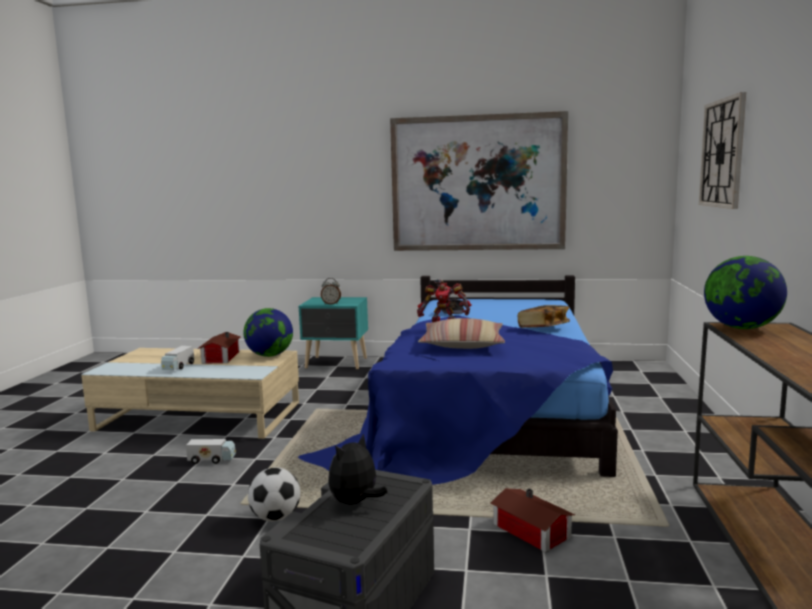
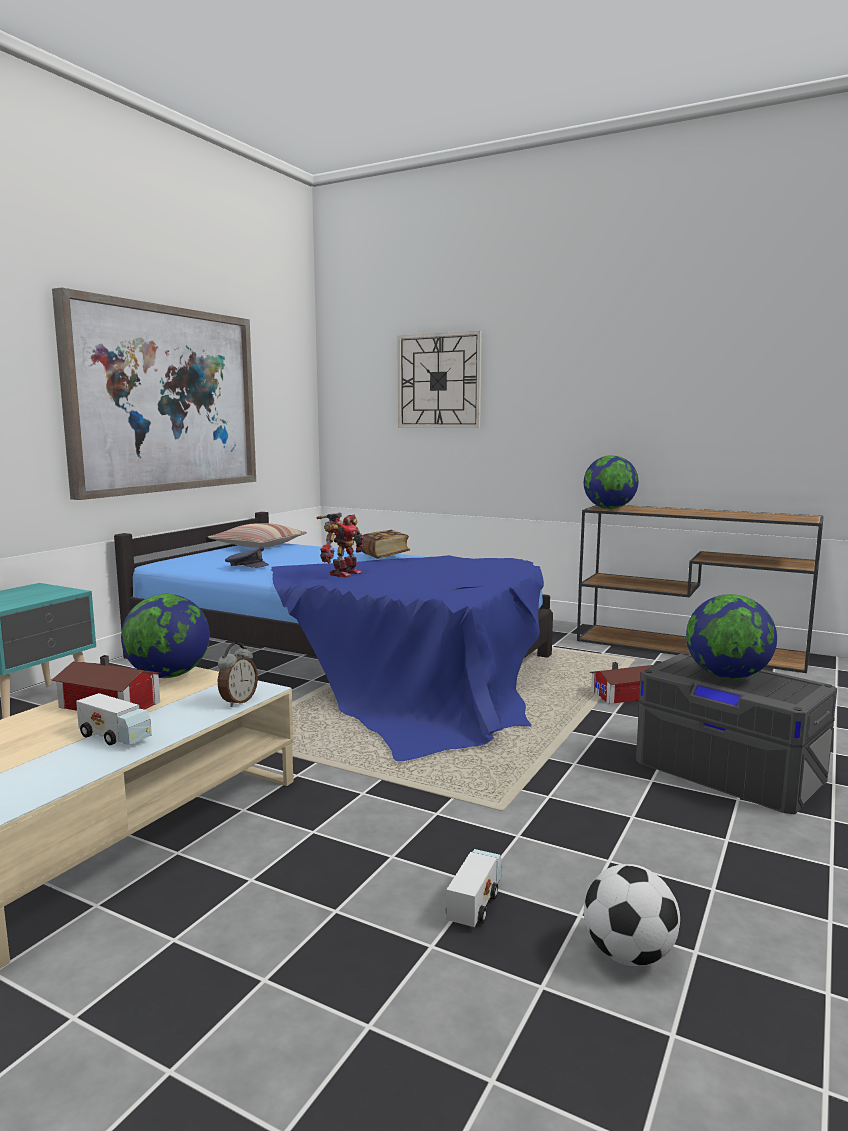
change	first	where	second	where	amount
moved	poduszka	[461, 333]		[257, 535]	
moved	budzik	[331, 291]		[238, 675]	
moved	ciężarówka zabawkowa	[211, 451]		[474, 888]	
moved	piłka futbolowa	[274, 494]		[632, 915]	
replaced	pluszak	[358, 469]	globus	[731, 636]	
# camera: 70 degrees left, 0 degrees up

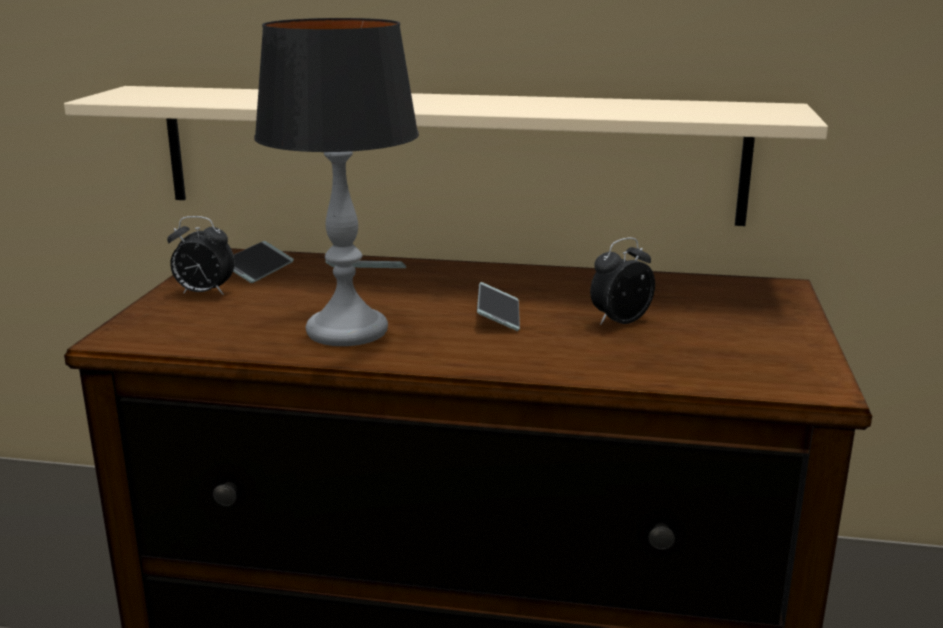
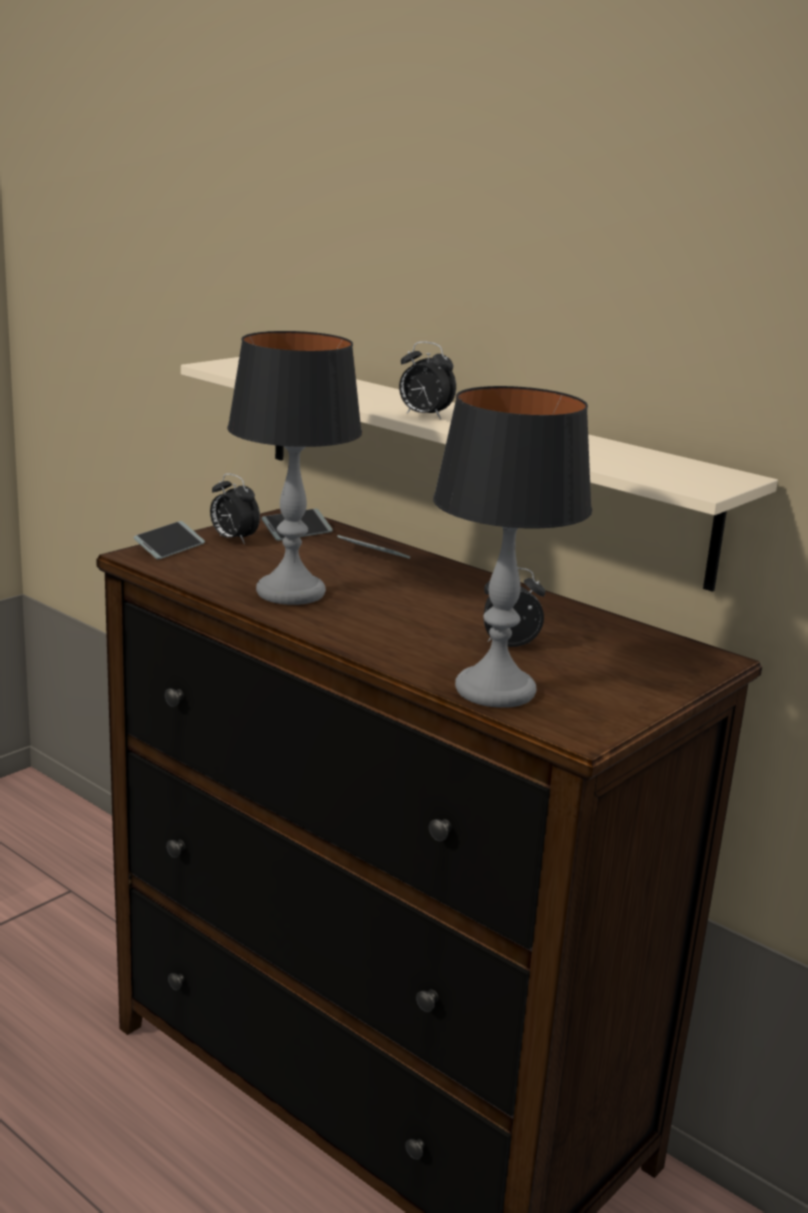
change	first	where	second	where	amount
moved	telefon	[498, 306]		[169, 540]	
added			budzik	[427, 380]	
added			lampa stołowa	[512, 547]	
# camera: 30 degrees right, 0 degrees up

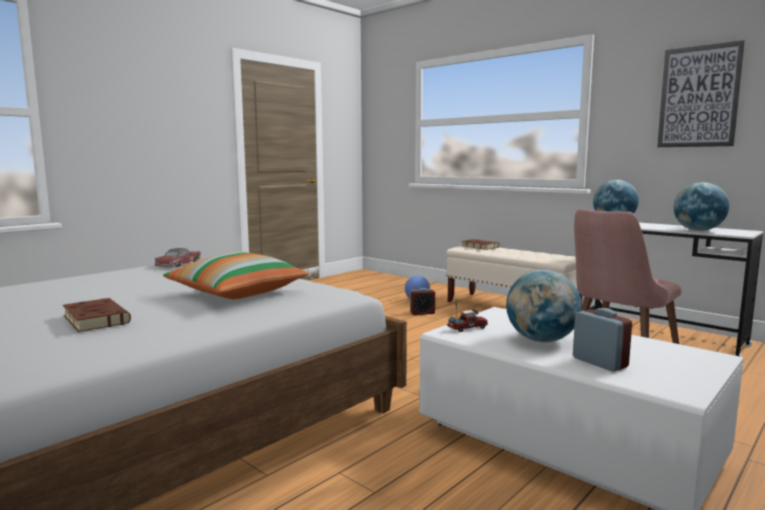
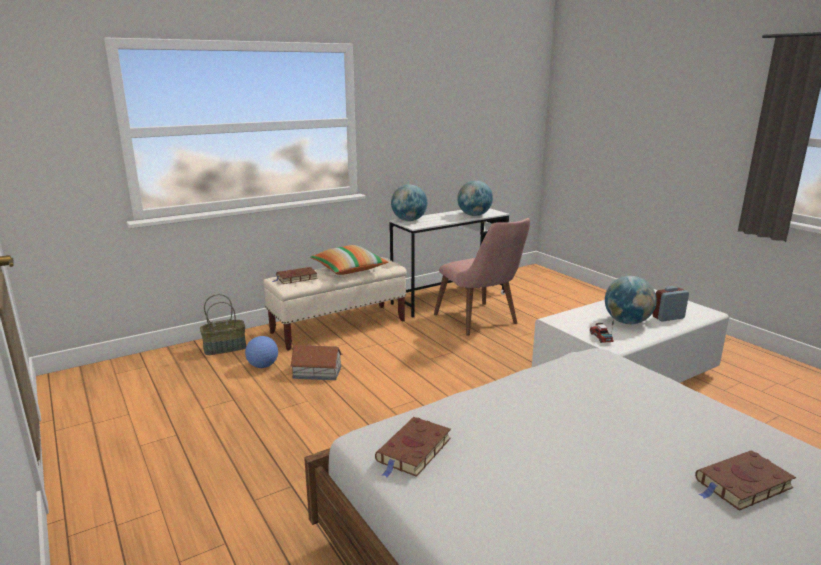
change	first	where	second	where	amount
added			koszyk	[223, 324]	
replaced	budzik	[422, 301]	domek	[316, 362]	
moved	poduszka	[235, 275]		[349, 260]	
replaced	samochodzik	[178, 257]	książka (brązowy)	[413, 447]	
removed	obraz	[701, 93]			
# camera: 75 degrees left, 10 degrees up

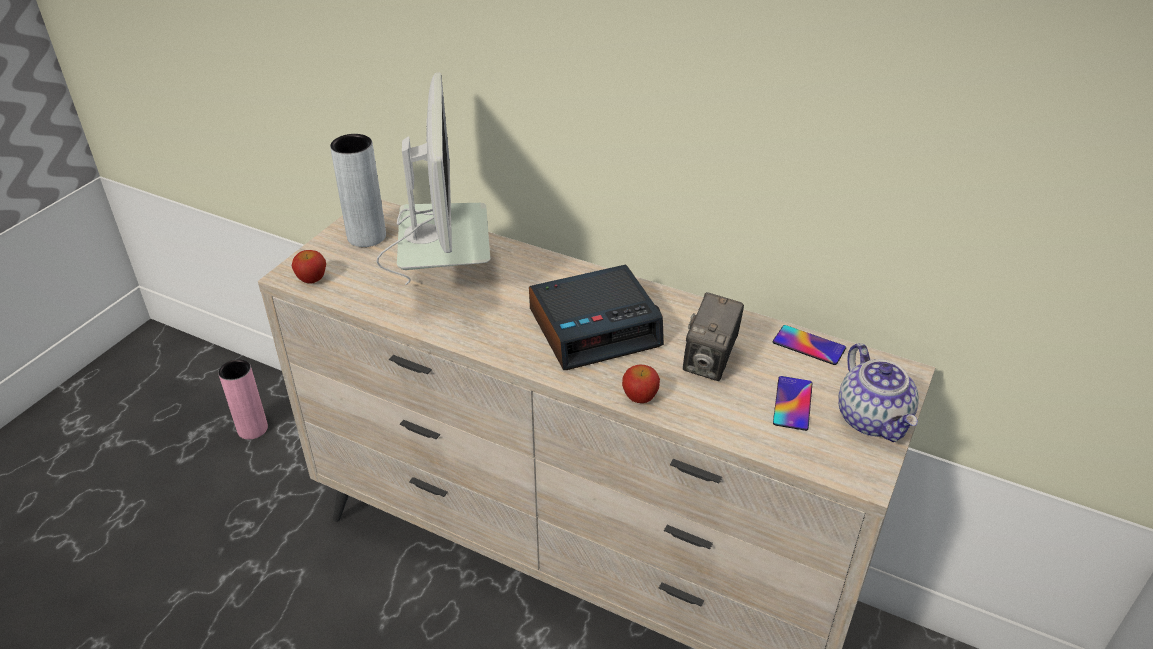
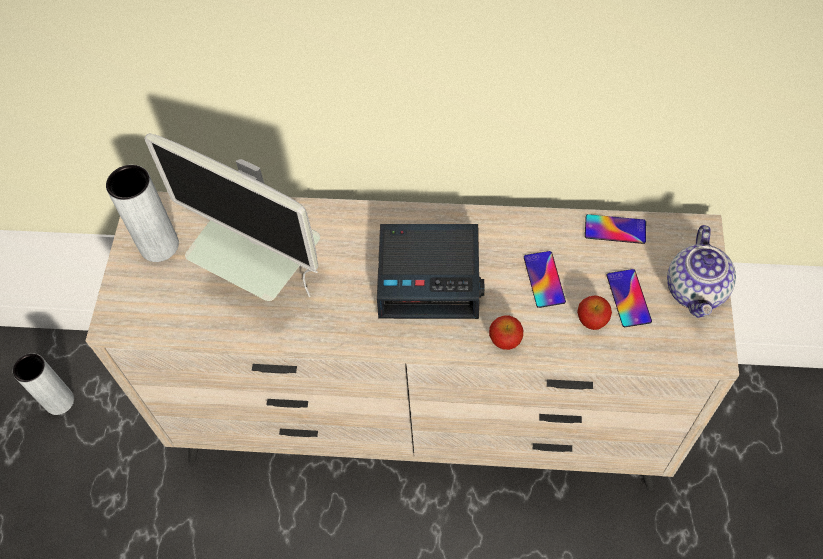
change	first	where	second	where	amount
recoloured	wazon (różowy)	[243, 399]	wazon (szary)	[43, 384]	
turned	monitor	[433, 179]		[232, 217]	150 degrees clockwise
turned	budzik	[596, 317]		[430, 271]	45 degrees clockwise
replaced	aparat fotograficzny	[713, 336]	telefon	[545, 279]	
moved	jabłko	[309, 266]		[594, 312]	
turned	imbryk	[878, 392]		[701, 271]	45 degrees clockwise
# camera: 20 degrees left, 20 degrees up

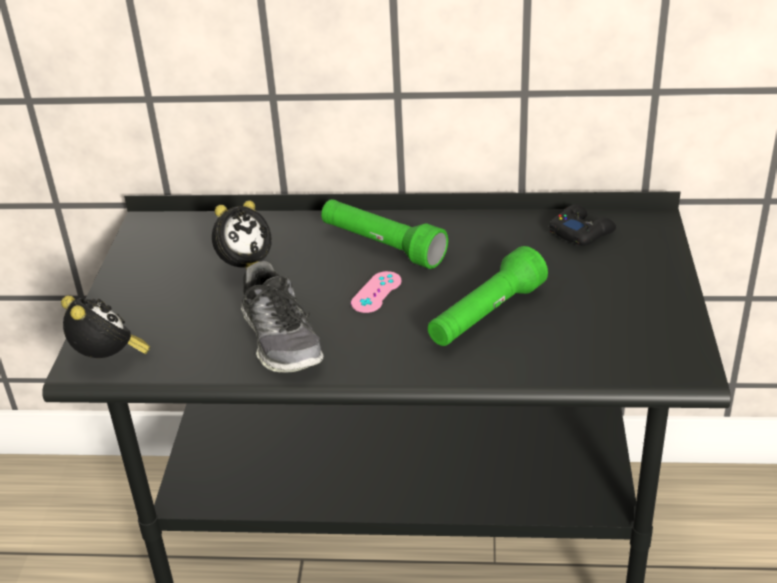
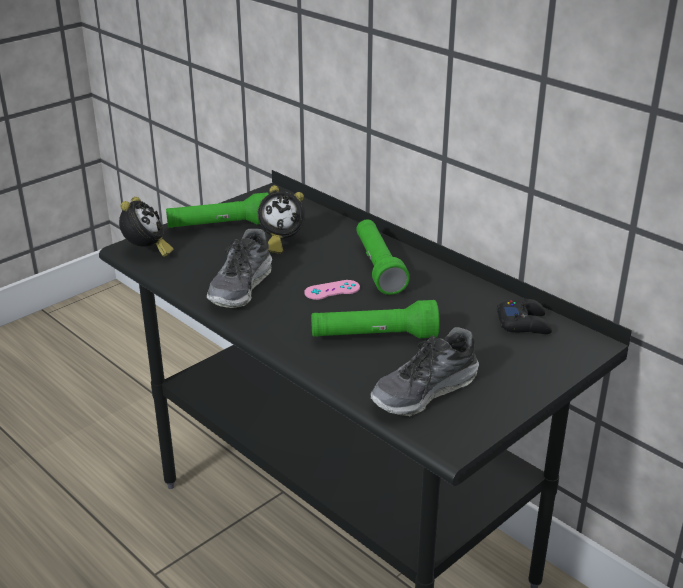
change	first	where	second	where	amount
added			latarka (zielony)	[217, 210]	
added			but	[425, 371]	
# camera: 40 degrees right, 5 degrees down

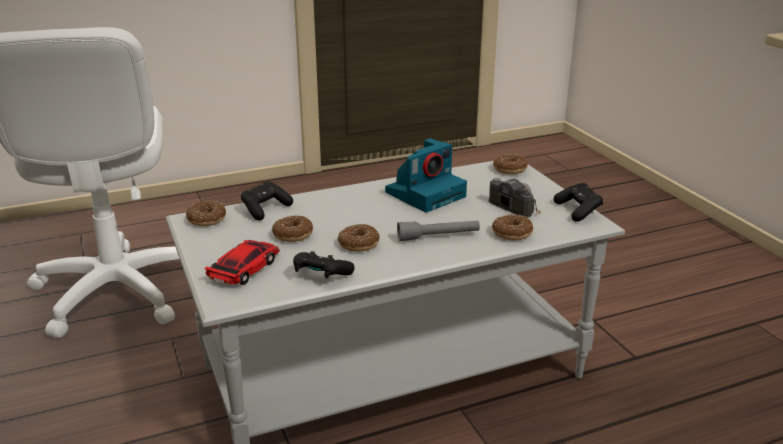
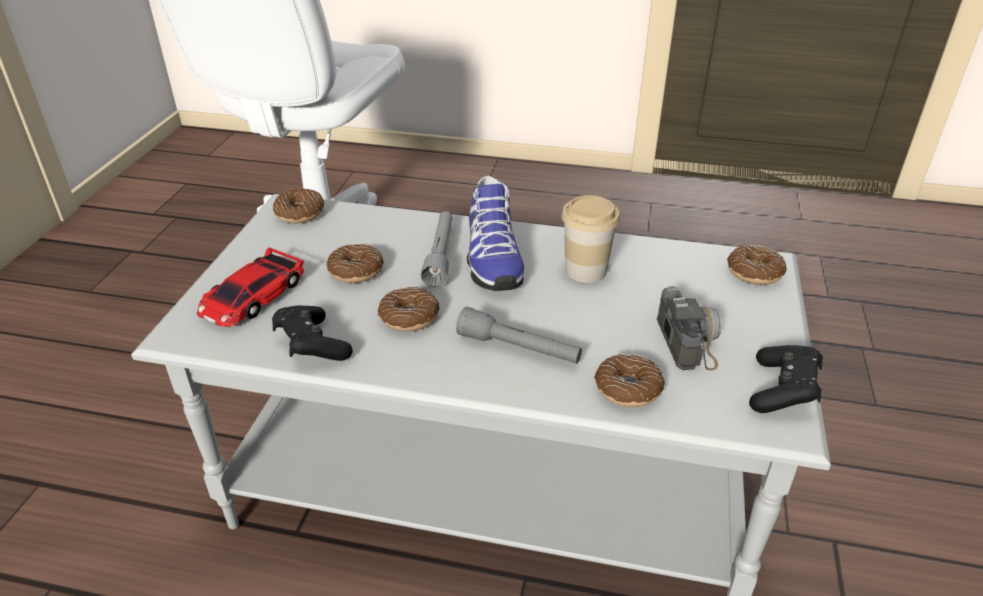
change	first	where	second	where	amount
turned	samochodzik	[242, 262]		[250, 287]	150 degrees clockwise
added			latarka (szary)	[436, 249]	
added			but	[495, 233]	
replaced	aparat fotograficzny	[426, 175]	filiżanka	[591, 239]	
removed	pad do gier (czarny)	[267, 200]			
# camera: 35 degrees right, 10 degrees up

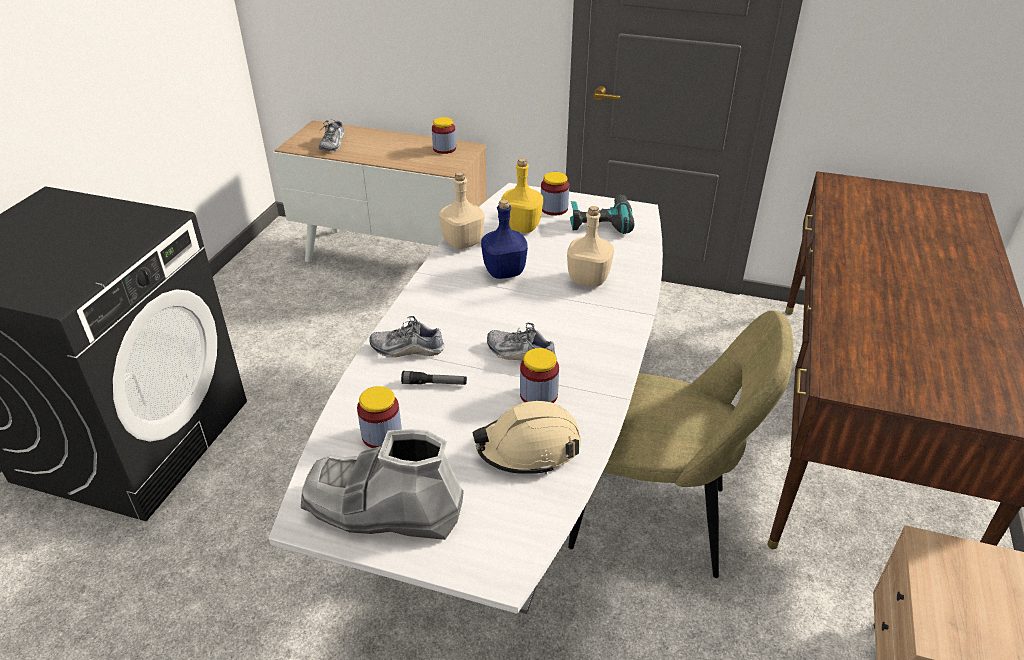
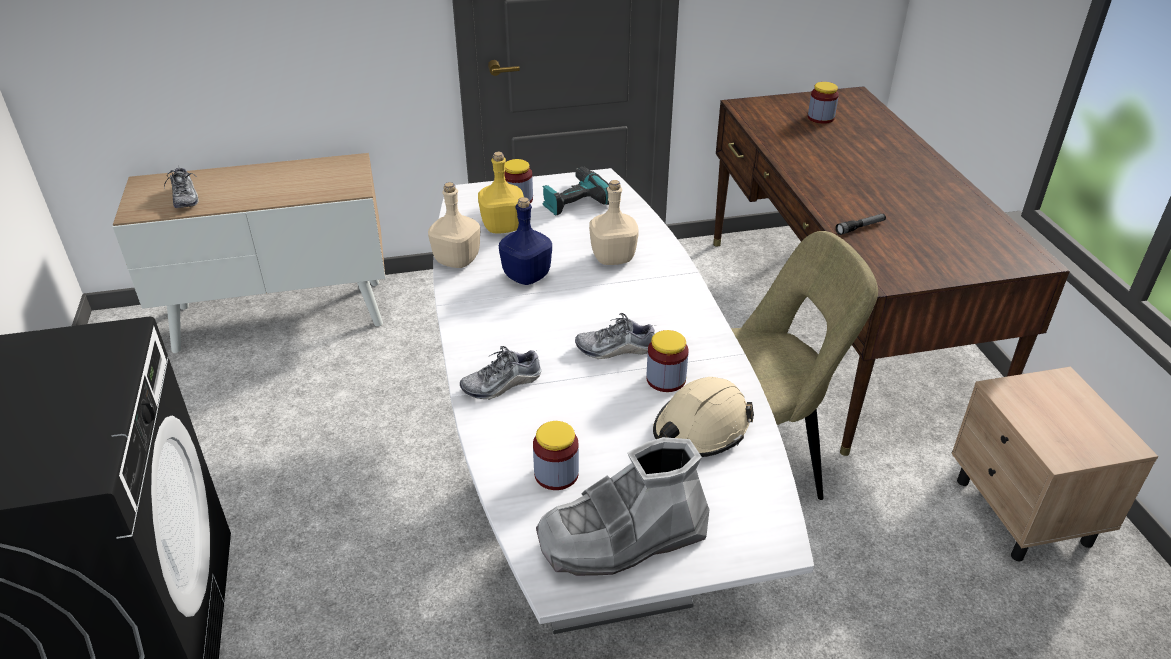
change	first	where	second	where	amount
moved	słoik	[444, 135]		[823, 103]	
moved	latarka	[434, 378]		[861, 224]	
# camera: 30 degrees left, 0 degrees up

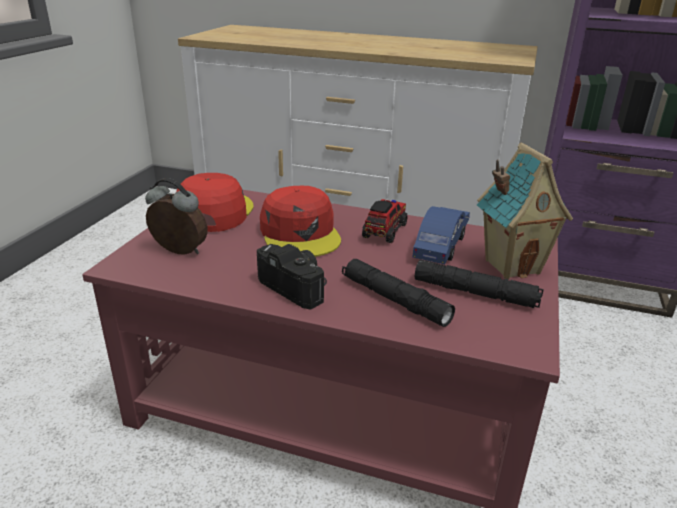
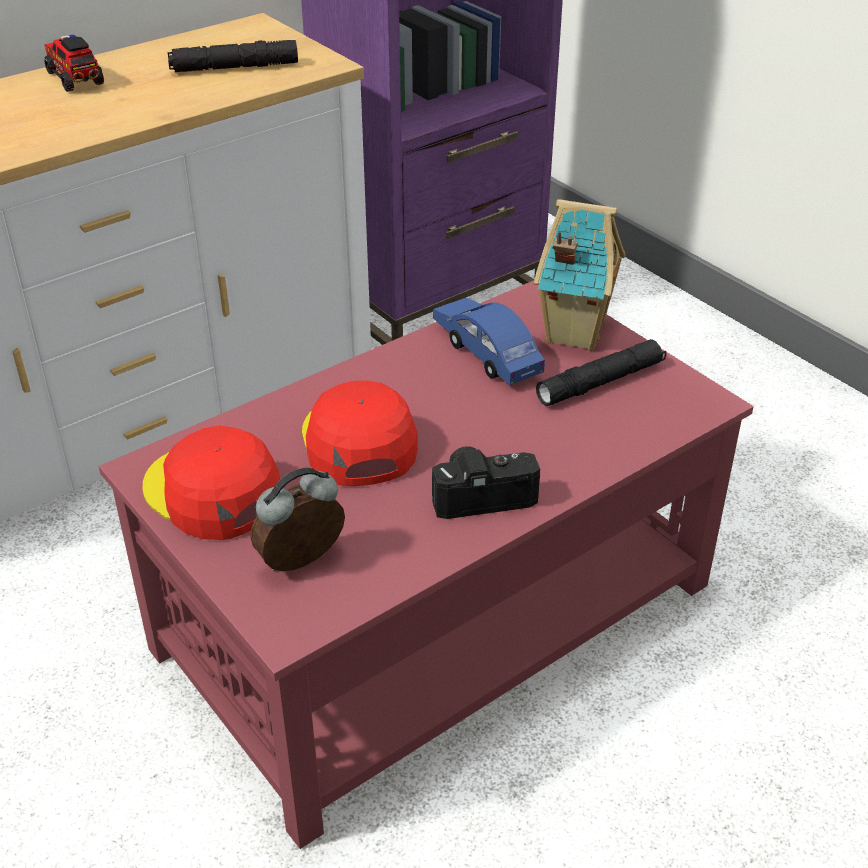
change	first	where	second	where	amount
moved	ciężarówka zabawkowa	[385, 221]		[74, 63]	
moved	latarka (czarny)	[398, 293]		[233, 56]	
turned	czapka z daszkiem (czerwony)	[300, 221]		[360, 433]	120 degrees counterclockwise
# camera: 55 degrees left, 10 degrees up

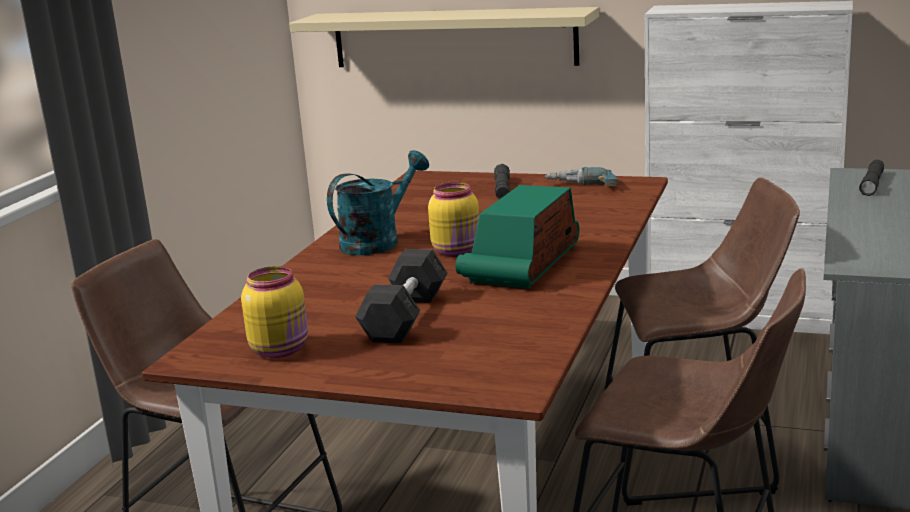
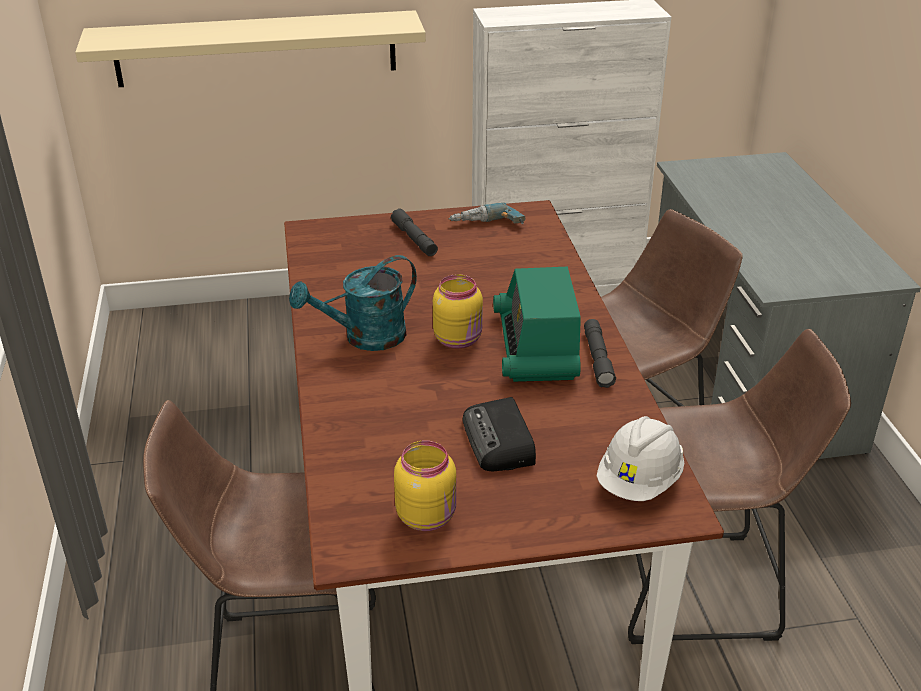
change	first	where	second	where	amount
turned	konewka (turkusowy)	[378, 202]		[353, 303]	135 degrees counterclockwise
replaced	hantel (szary)	[401, 296]	radio	[499, 434]	
moved	latarka (szary)	[871, 178]		[600, 353]	
added			kask (biały)	[640, 458]	
# camera: 30 degrees left, 15 degrees up

